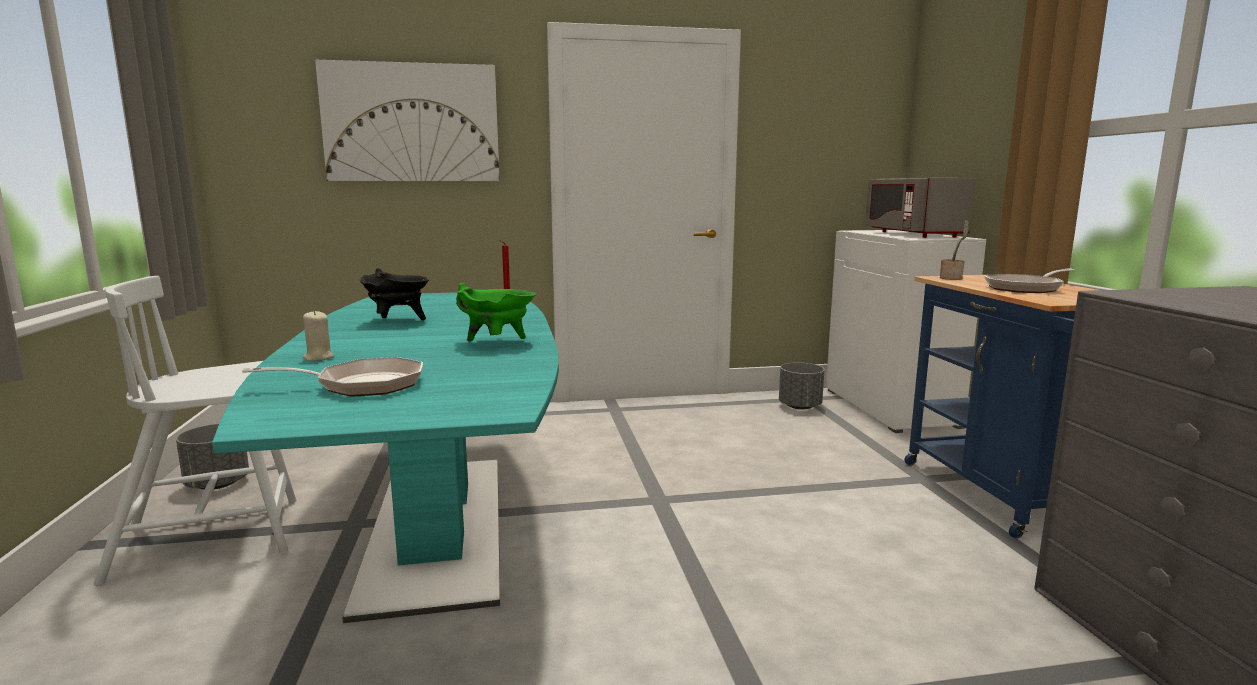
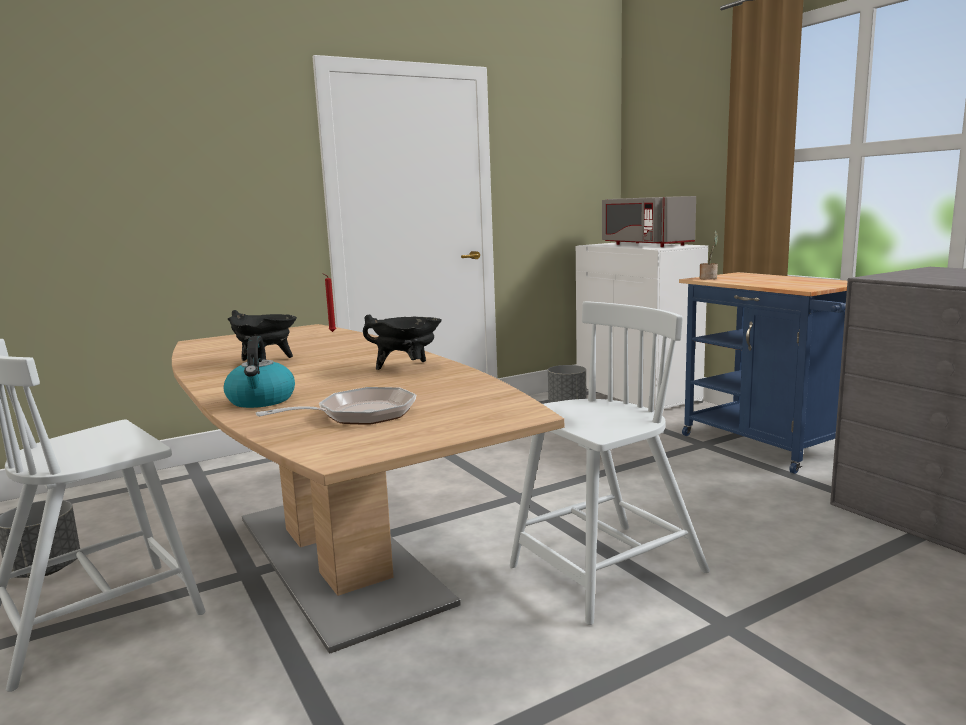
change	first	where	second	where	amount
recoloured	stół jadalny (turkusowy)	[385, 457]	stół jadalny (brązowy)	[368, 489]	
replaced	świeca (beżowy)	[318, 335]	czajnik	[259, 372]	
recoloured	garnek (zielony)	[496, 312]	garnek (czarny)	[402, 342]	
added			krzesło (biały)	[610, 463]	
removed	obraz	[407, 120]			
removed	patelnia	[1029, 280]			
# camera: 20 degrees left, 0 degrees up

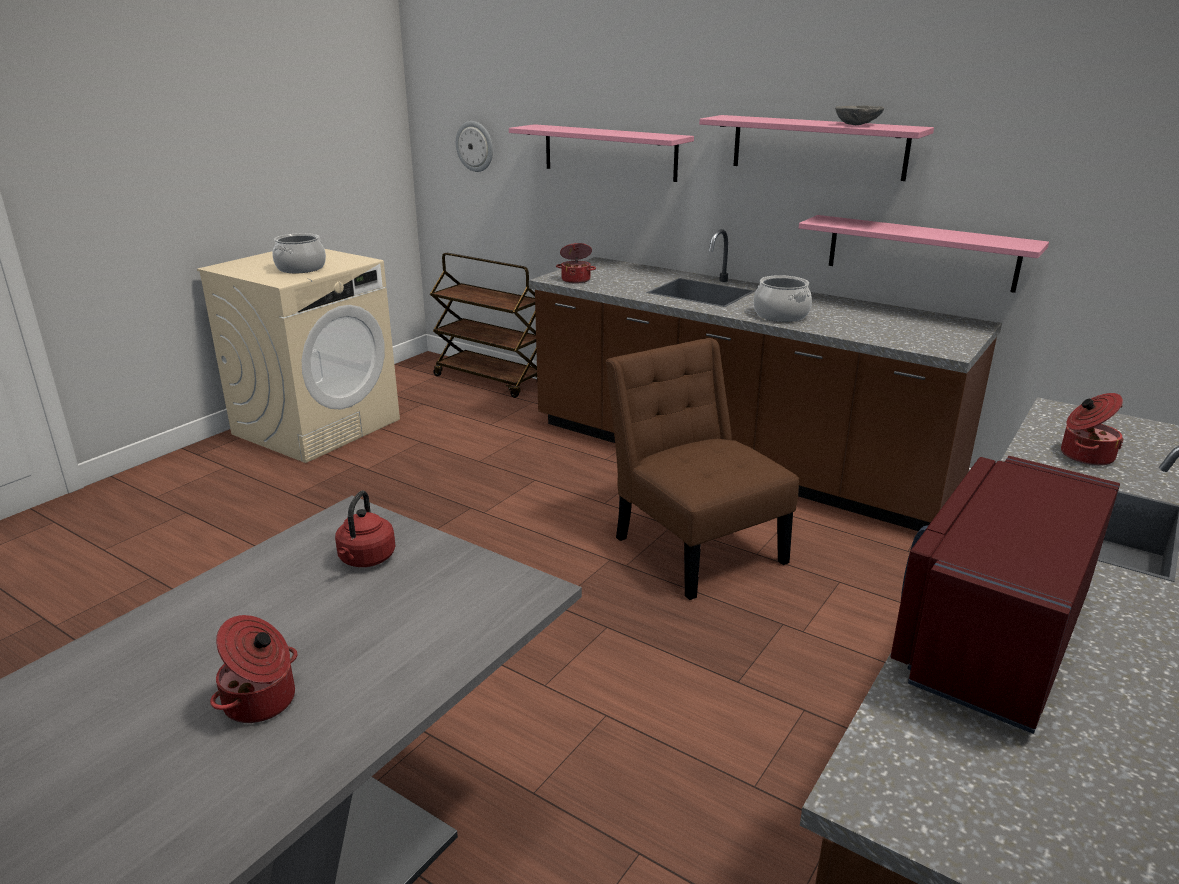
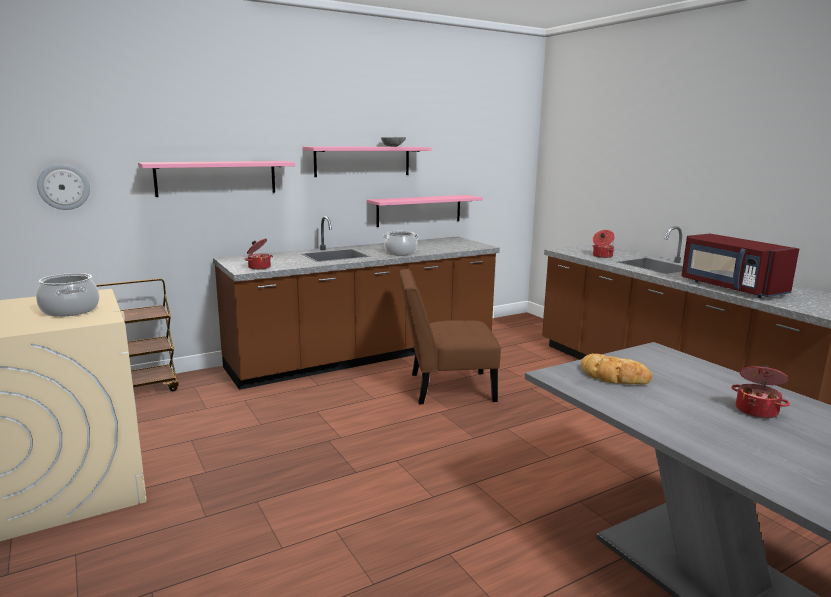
change	first	where	second	where	amount
replaced	czajnik (czerwony)	[365, 529]	chleb	[616, 369]	
# camera: 65 degrees left, 10 degrees down

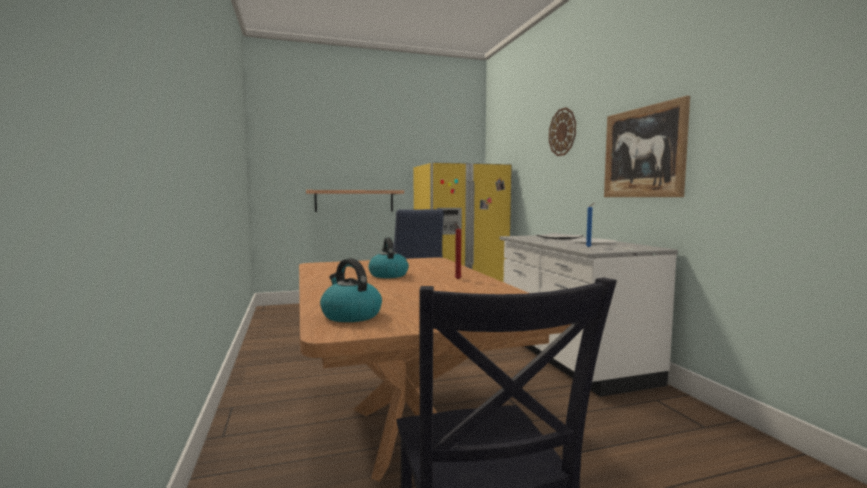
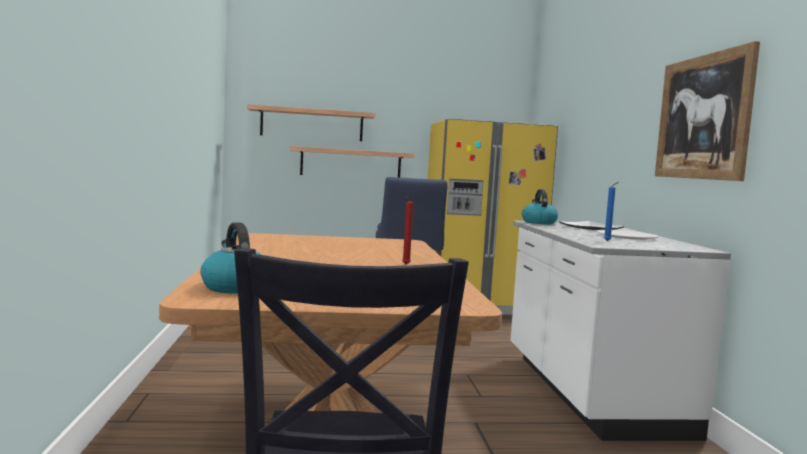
change	first	where	second	where	amount
added			półka	[311, 122]	
moved	czajnik	[389, 258]		[540, 206]	
removed	zegar ścienny	[562, 131]			
# camera: 10 degrees right, 0 degrees up

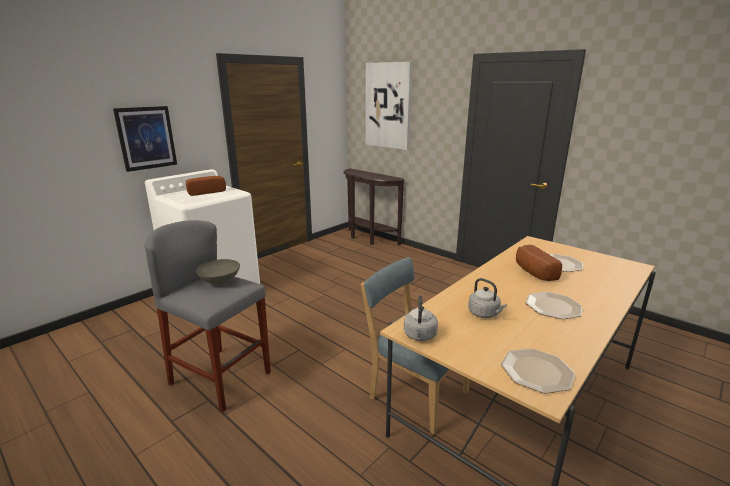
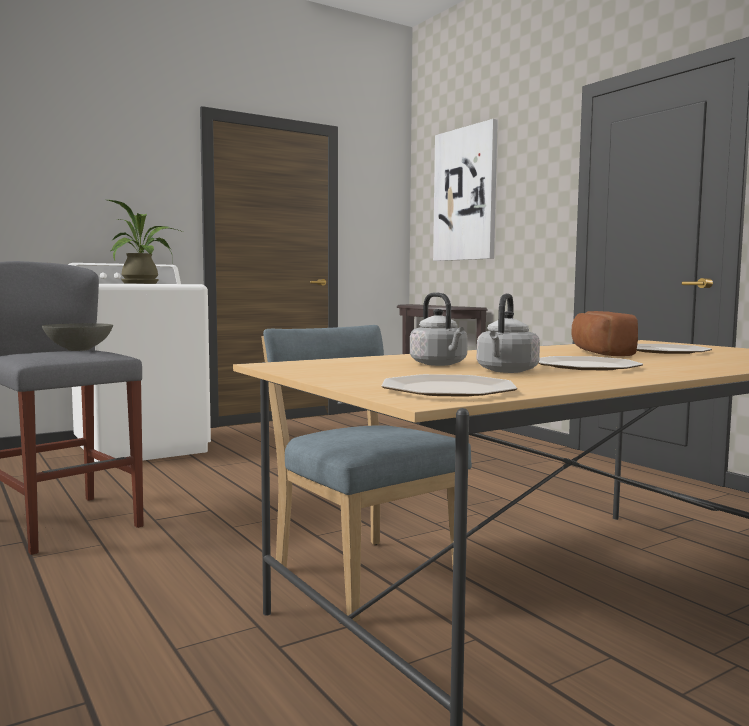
change	first	where	second	where	amount
replaced	chleb	[206, 186]	roślina doniczkowa	[145, 242]	
moved	czajnik (szary)	[421, 318]		[508, 333]	
removed	obraz	[145, 139]			
# camera: 15 degrees right, 15 degrees down

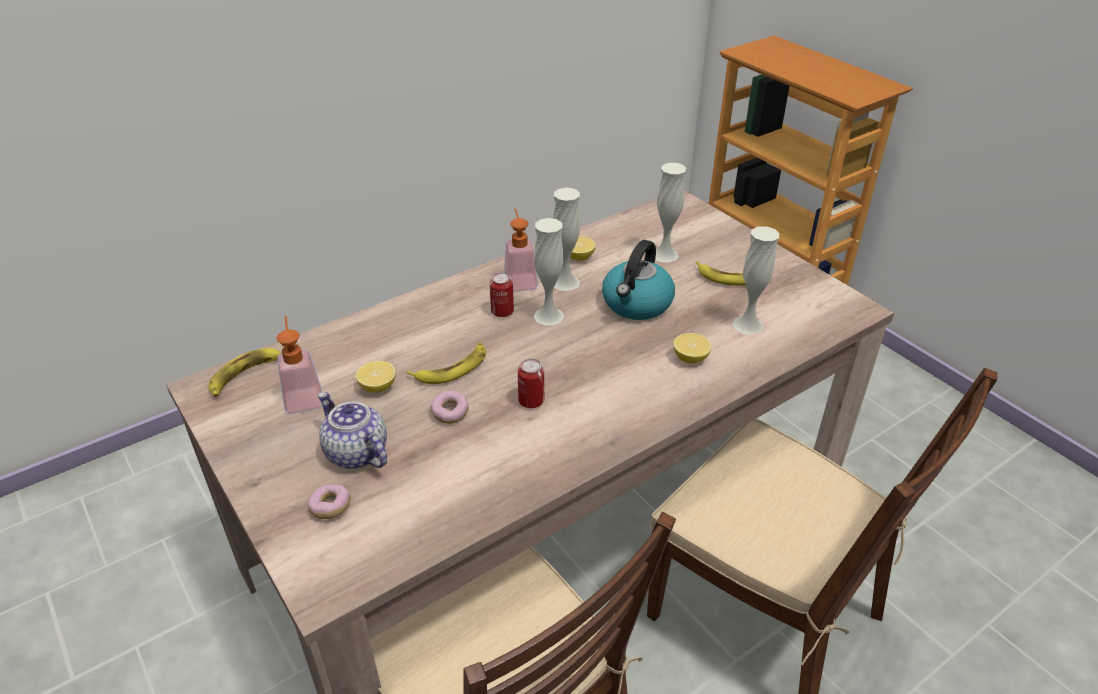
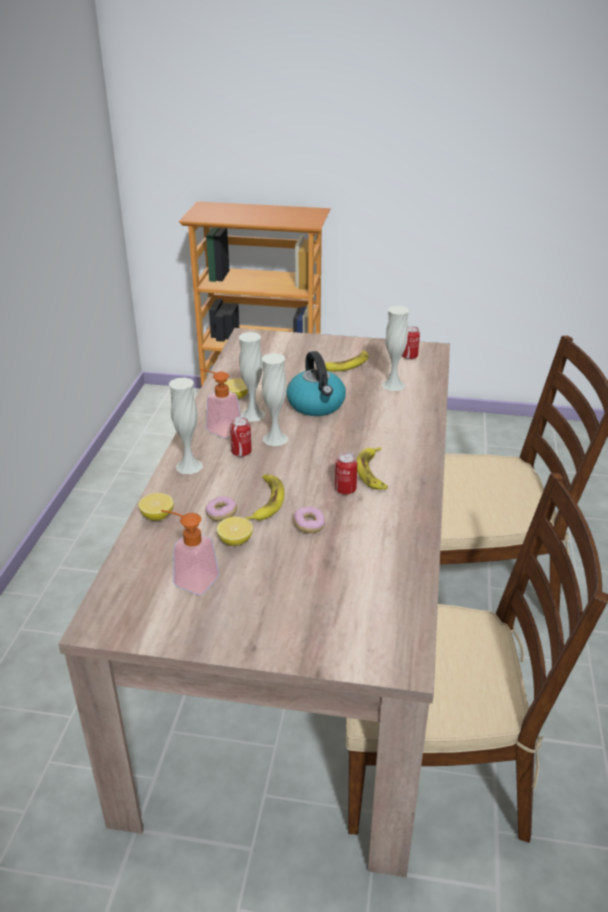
change	first	where	second	where	amount
moved	cytryna	[692, 348]		[156, 507]	
moved	wazon (biały)	[671, 213]		[186, 426]	
moved	donut	[329, 501]		[221, 508]	
moved	banan	[244, 372]		[372, 468]	
added			puszka	[411, 342]	
removed	imbryk	[352, 430]			
# camera: 45 degrees left, 5 degrees down

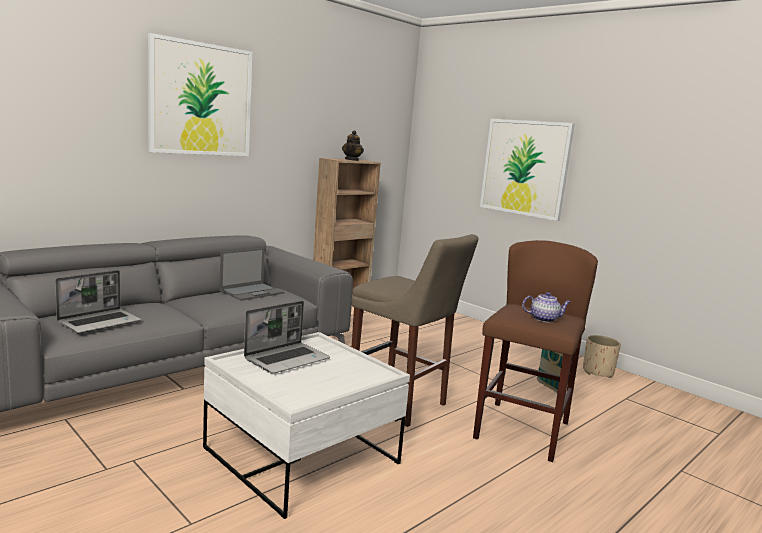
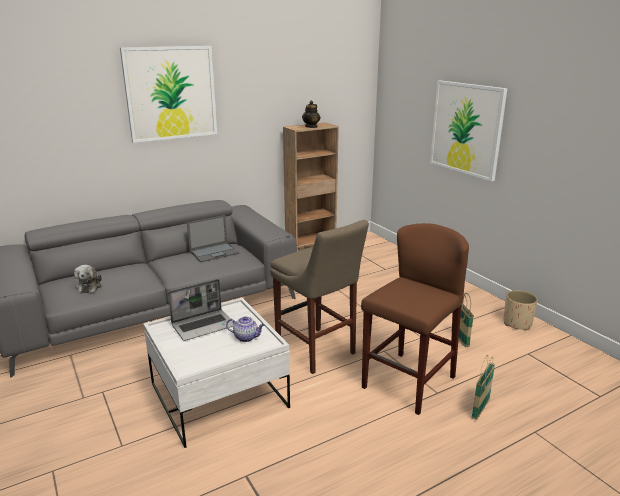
change	first	where	second	where	amount
replaced	laptop	[98, 301]	pluszak	[88, 279]	
moved	imbryk	[546, 307]		[245, 329]	
added			koszyk	[483, 387]	
# camera: 15 degrees right, 10 degrees up

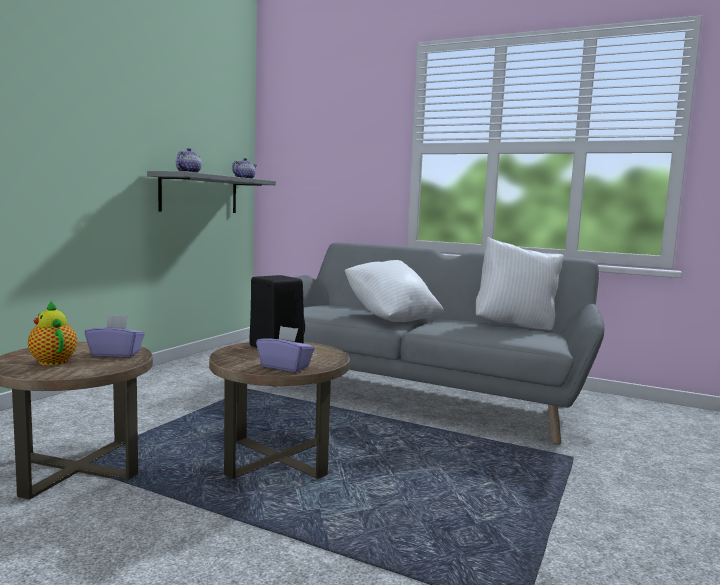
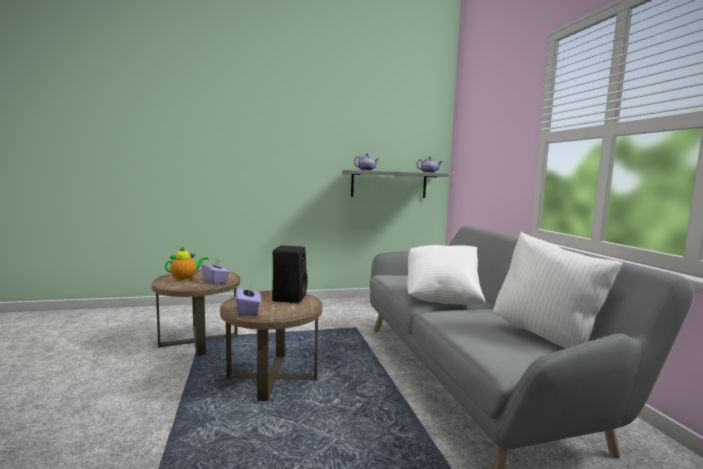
change	first	where	second	where	amount
turned	imbryk	[52, 333]		[186, 263]	45 degrees clockwise
# camera: 50 degrees right, 0 degrees up

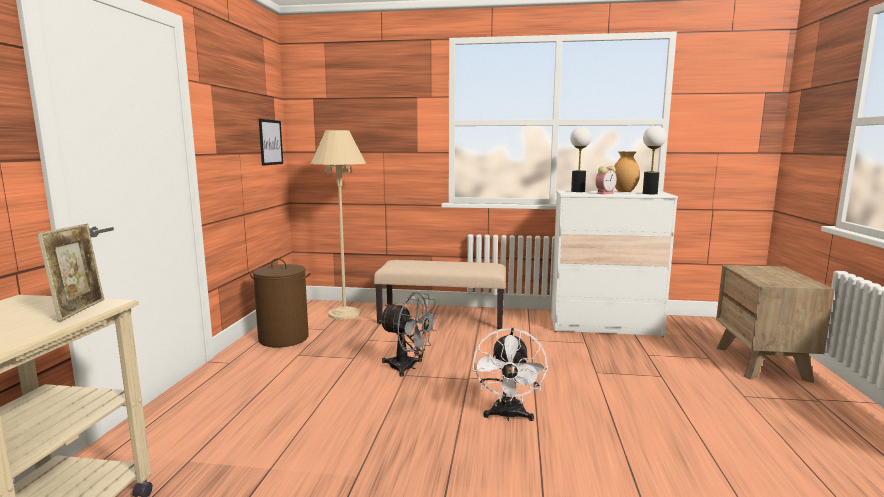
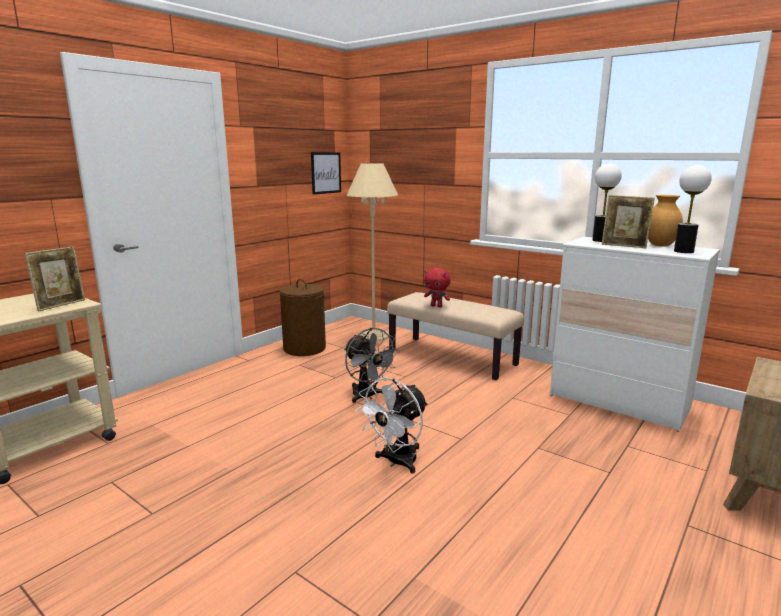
change	first	where	second	where	amount
added			pluszak (czerwony)	[437, 288]	
replaced	budzik	[606, 180]	ramka na zdjęcie	[628, 221]	
# camera: 30 degrees right, 5 degrees up

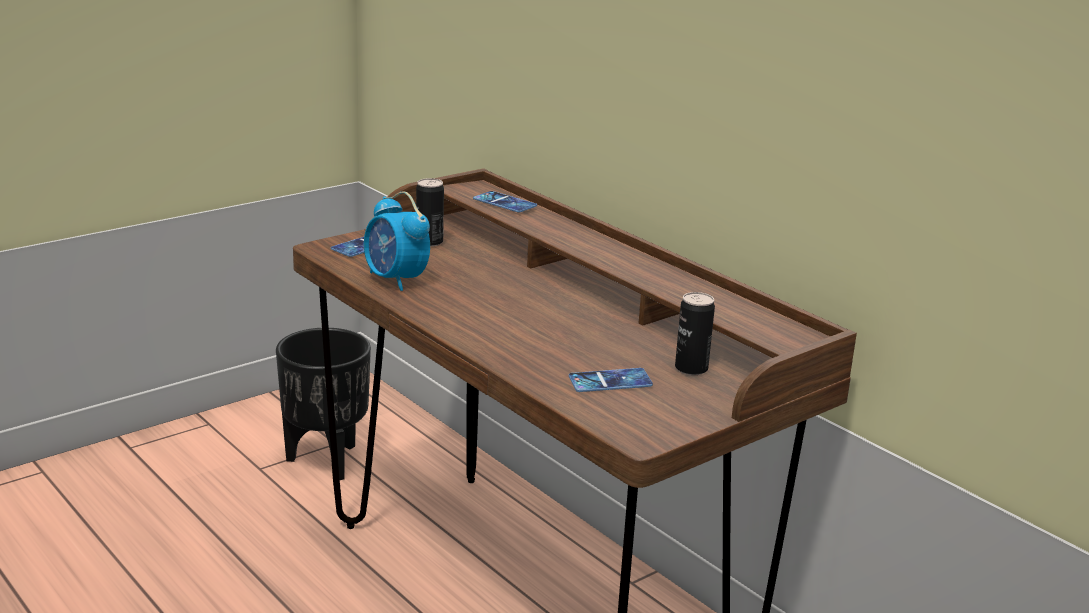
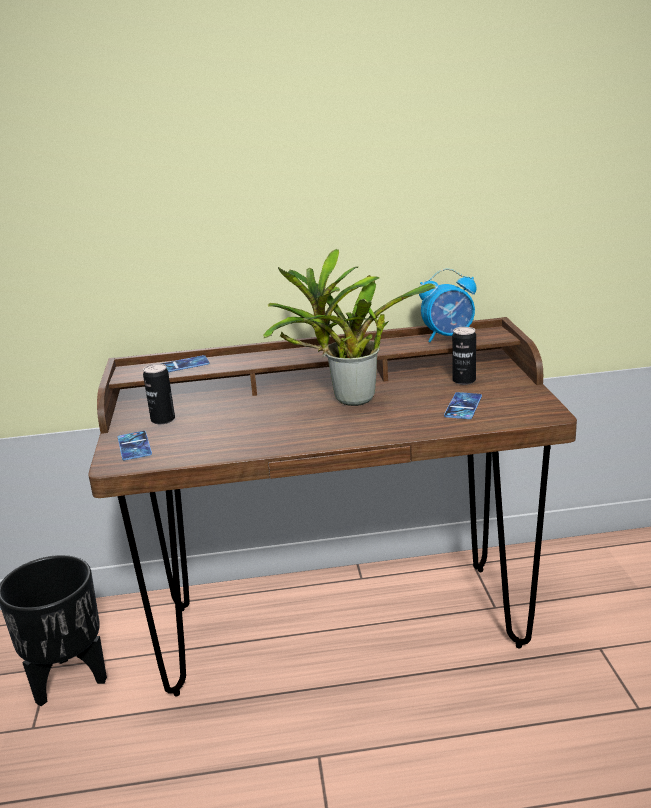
change	first	where	second	where	amount
added			roślina doniczkowa	[349, 327]	
moved	budzik	[397, 241]		[448, 305]	
# camera: 55 degrees left, 0 degrees up

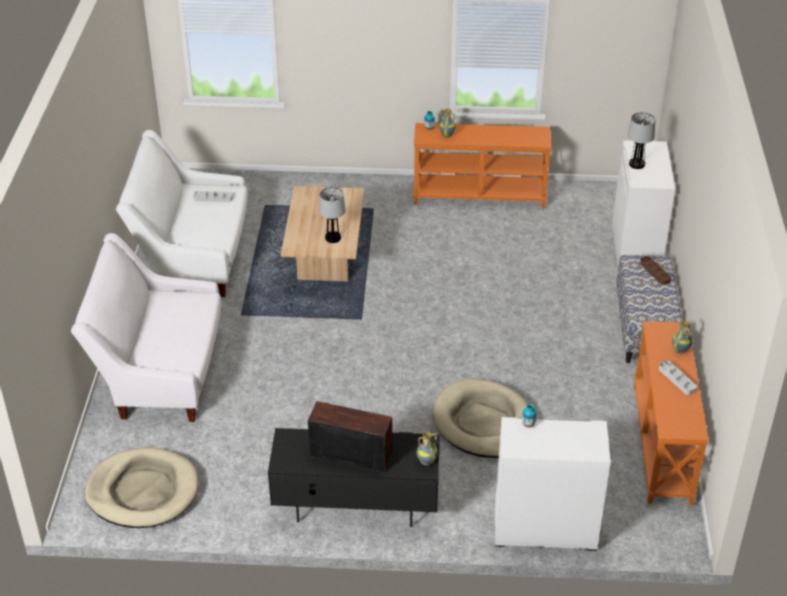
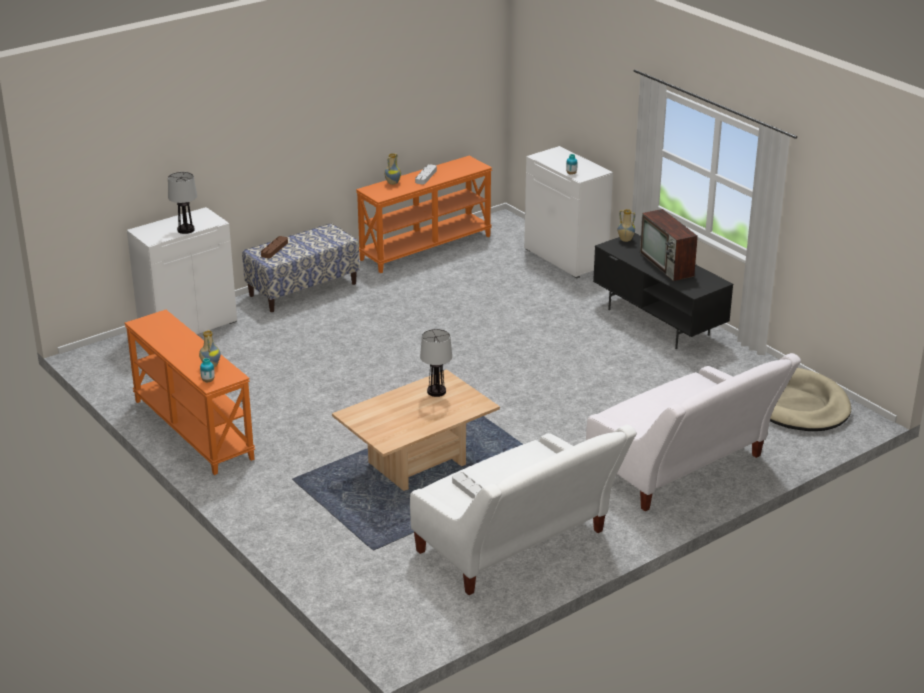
change	first	where	second	where	amount
removed	legowisko (beżowy)	[480, 418]			
# camera: 130 degrees left, 10 degrees down

